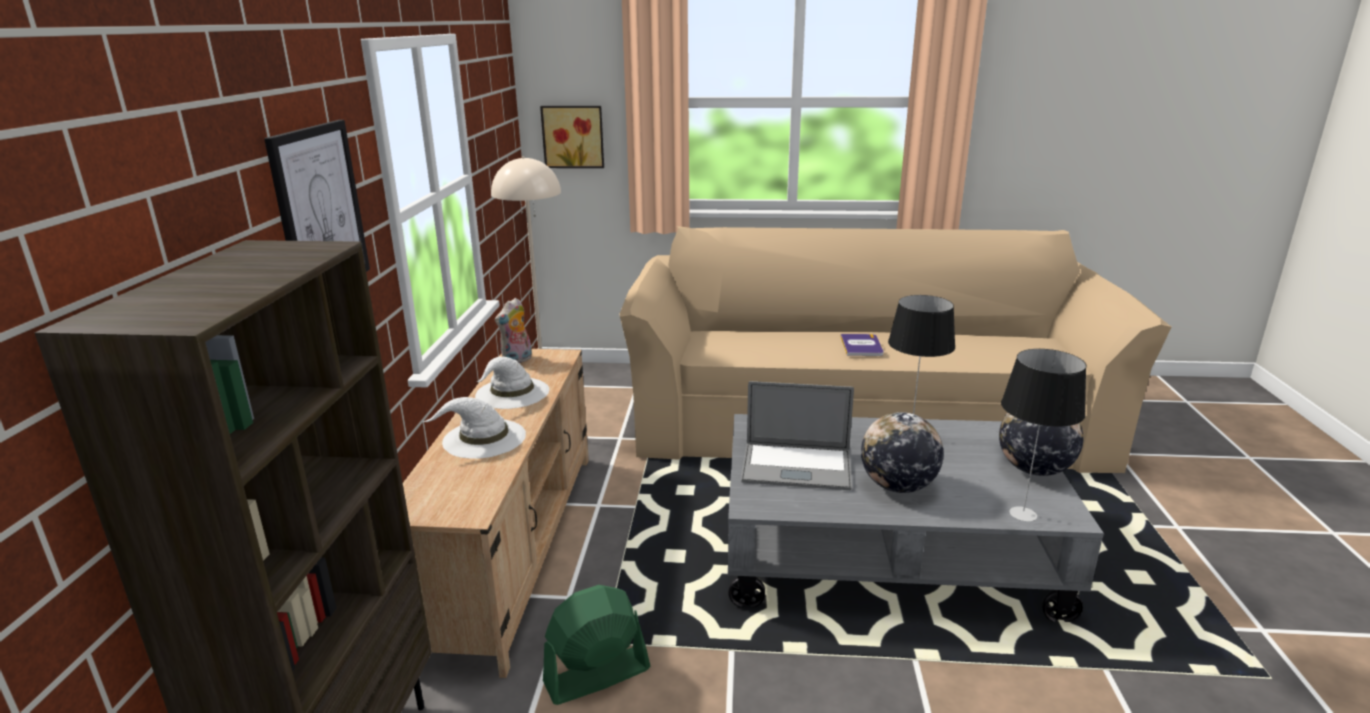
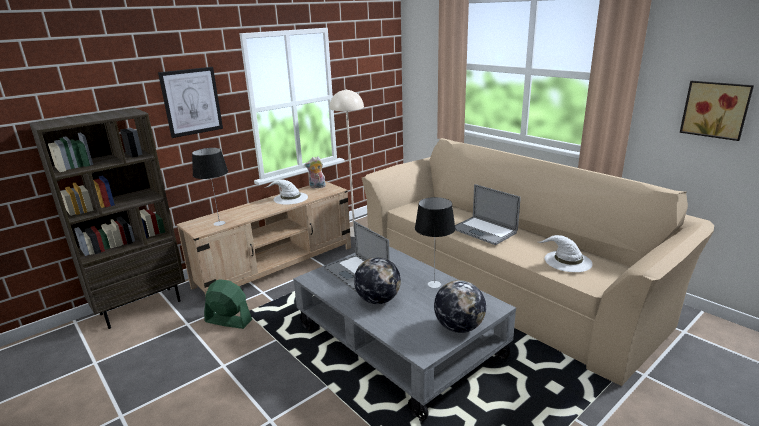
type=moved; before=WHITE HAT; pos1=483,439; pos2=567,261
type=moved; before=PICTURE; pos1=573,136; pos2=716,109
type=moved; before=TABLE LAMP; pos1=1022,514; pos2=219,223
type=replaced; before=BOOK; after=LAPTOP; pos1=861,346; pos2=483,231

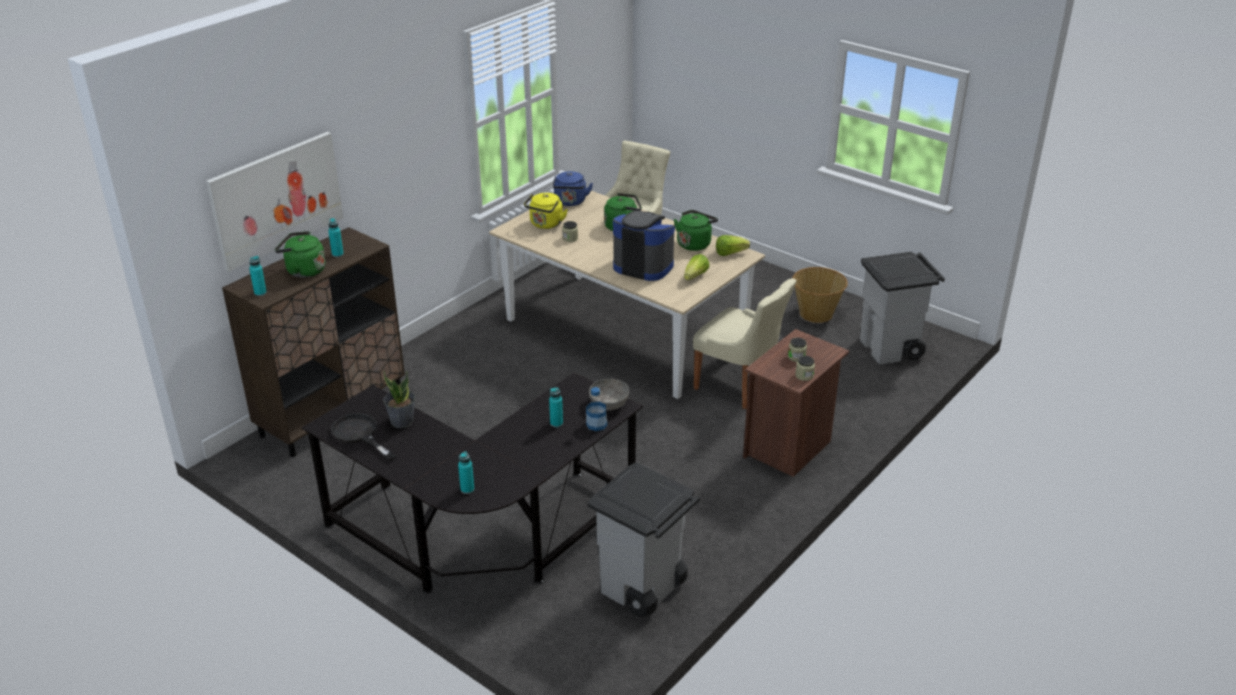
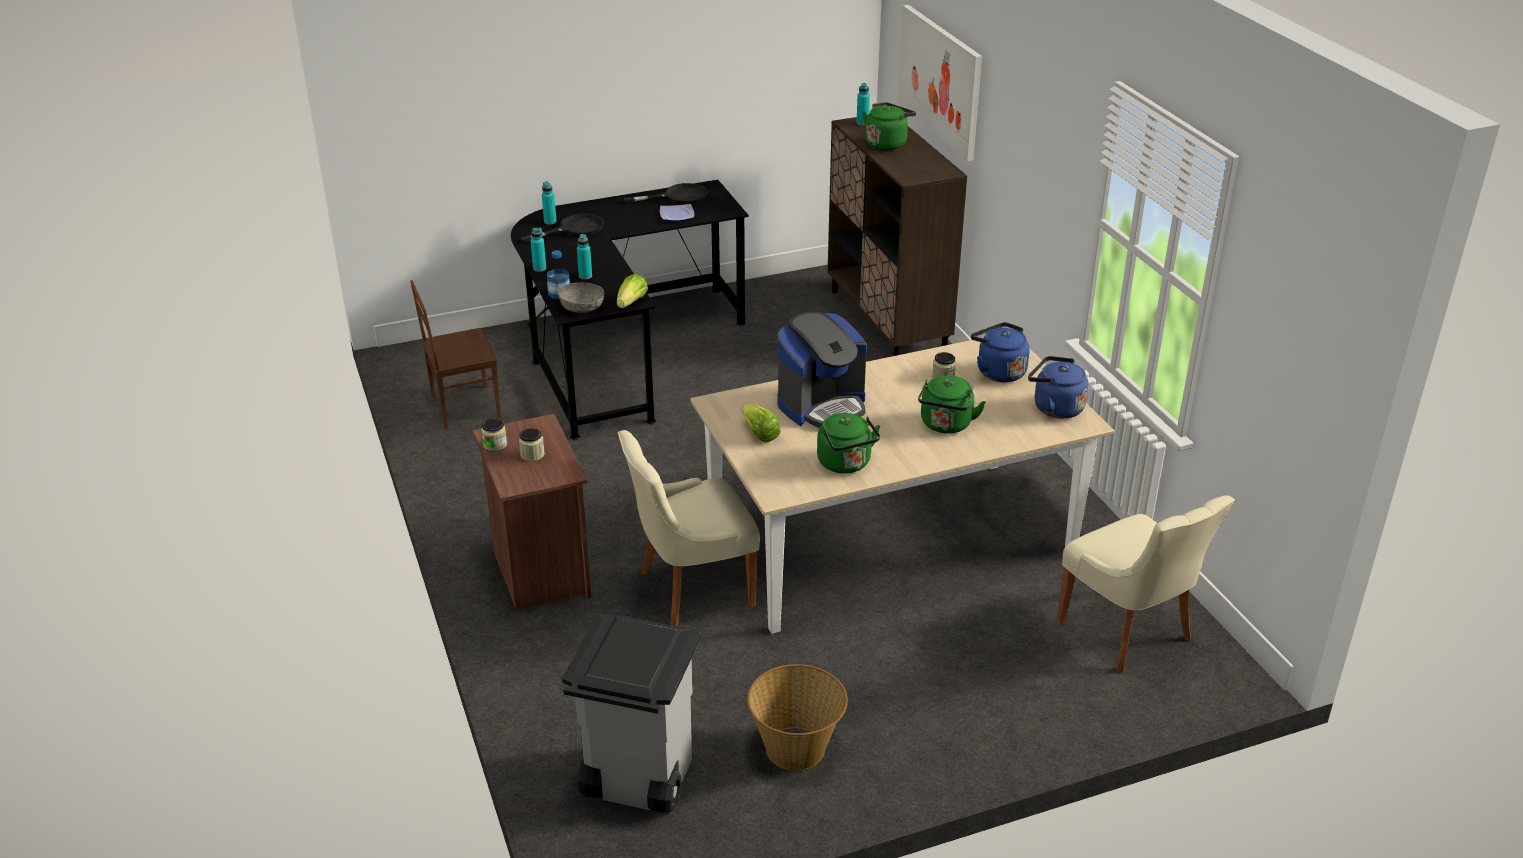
type=added; after=BLACK FRYING PAN; pos2=574,229
type=moved; before=TURQUOISE BOTTLE; pos1=337,254; pos2=539,268
type=moved; before=LETTUCE; pos1=730,253; pos2=631,303
type=replaced; before=POTTED PLANT; after=PLATE; pos1=401,421; pos2=676,215
type=replaced; before=GREY TRASH CAN; after=BROWN CHAIR; pos1=642,589; pos2=464,406
type=recoloured; before=YELLOW KETTLE; after=BLUE KETTLE; pos1=545,224; pos2=998,372

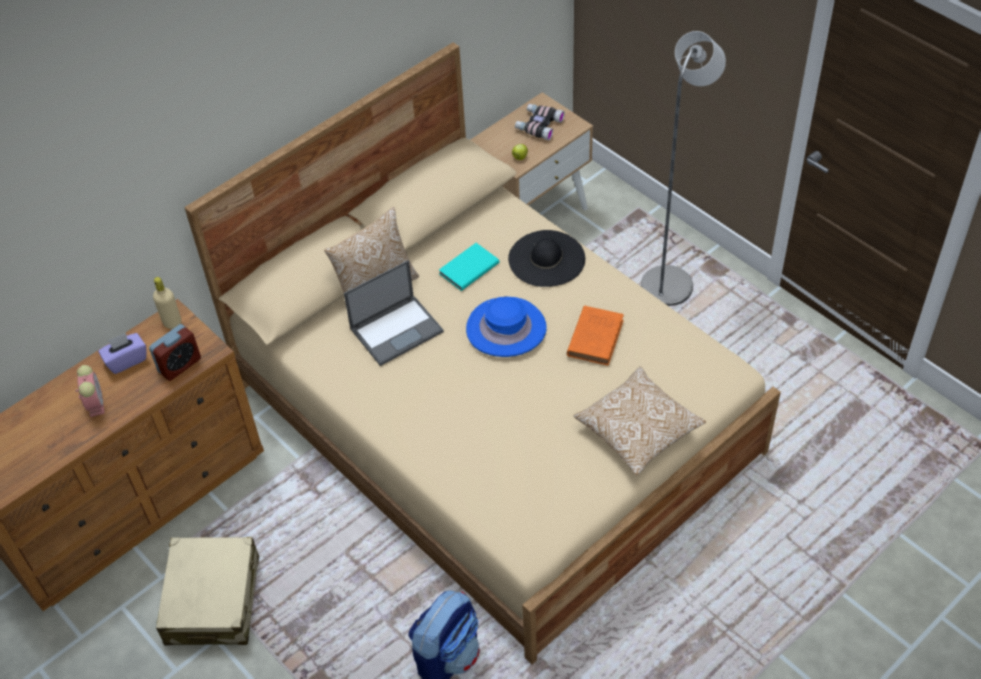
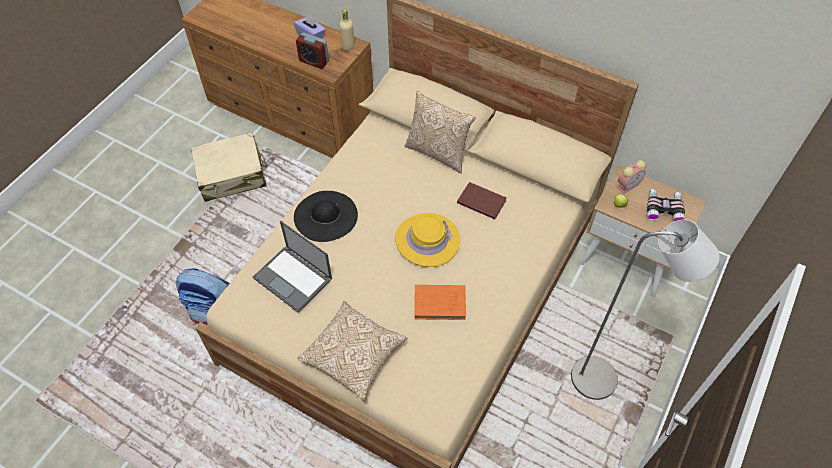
type=moved; before=ALARM CLOCK; pos1=95,403; pos2=628,185
type=moved; before=LAPTOP; pos1=397,329; pos2=293,278
type=moved; before=BLACK HAT; pos1=546,259; pos2=325,216
type=recoloured; before=TURQUOISE BOOK; after=BROWN BOOK; pos1=467,268; pos2=481,201
type=recoloured; before=BLUE HAT; after=YELLOW HAT; pos1=506,329; pos2=427,240

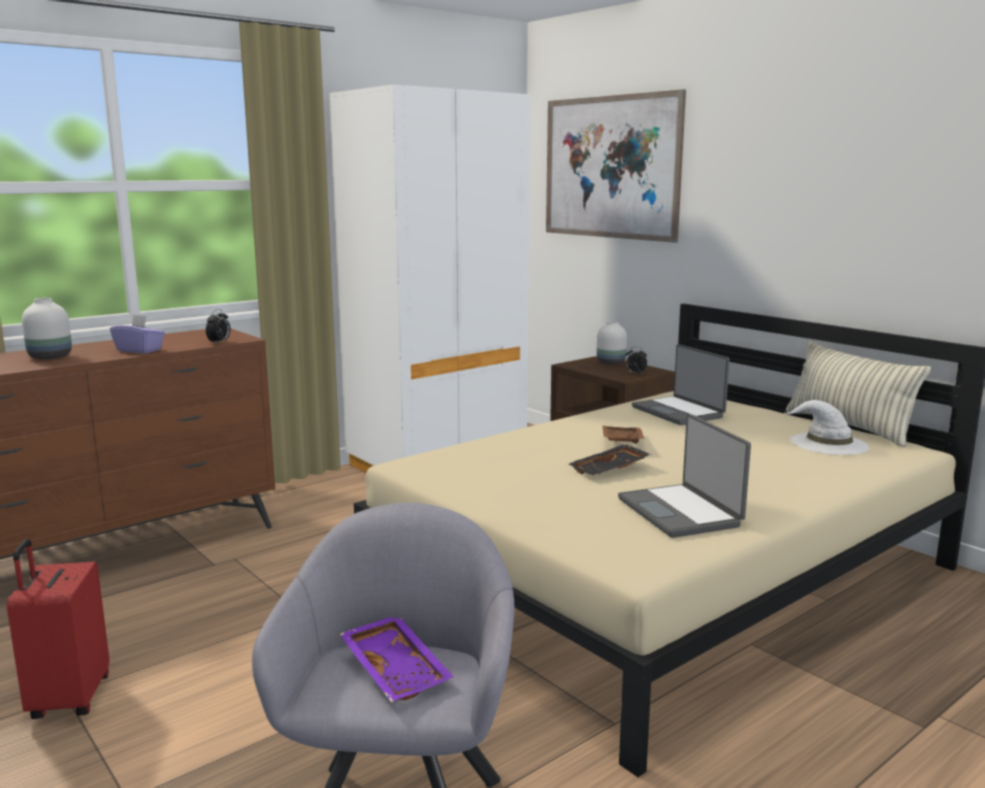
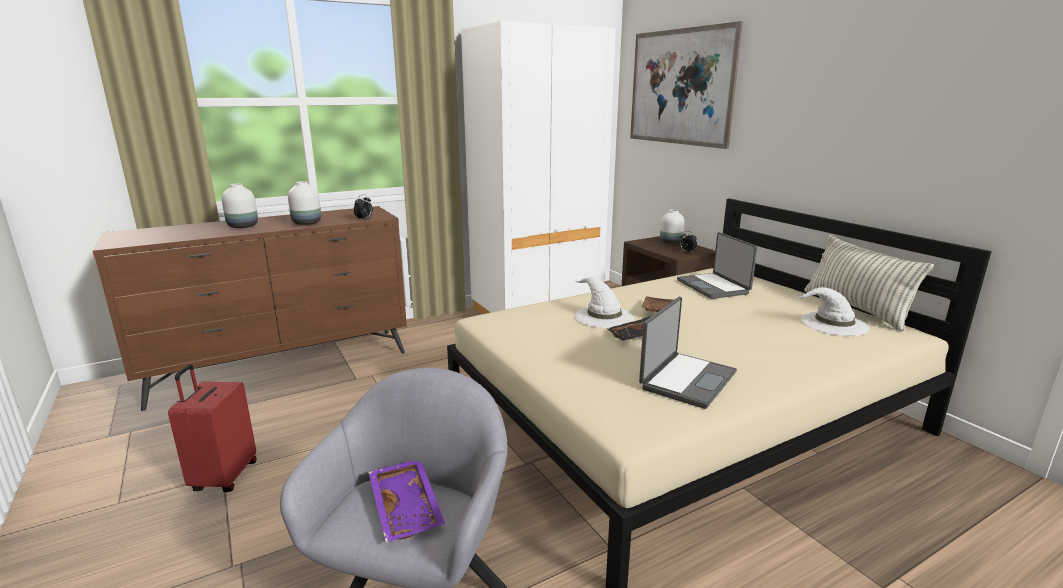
type=added; after=WHITE HAT; pos2=603,316
type=replaced; before=PURPLE TISSUE BOX; after=WHITE VASE; pos1=139,350; pos2=306,223
type=turned; before=LAPTOP; pos1=680,512; pos2=686,380; turn=-135

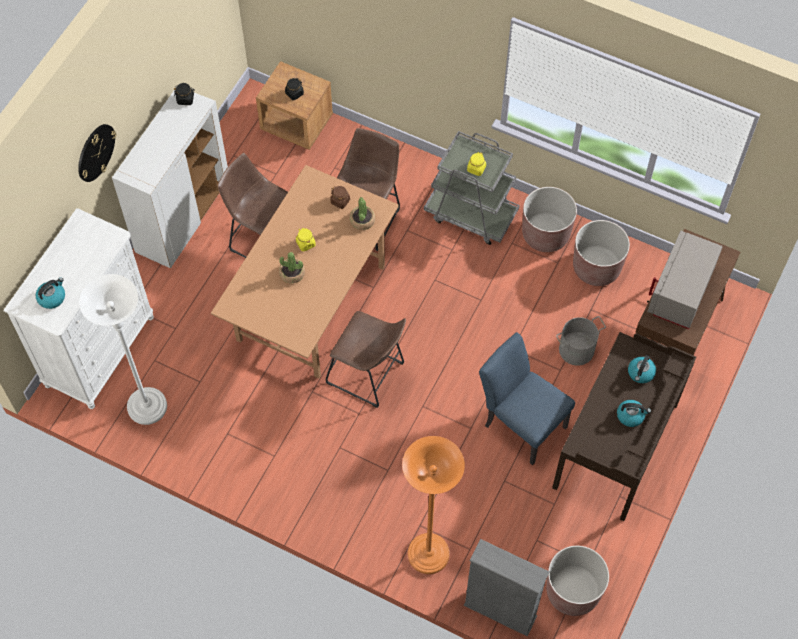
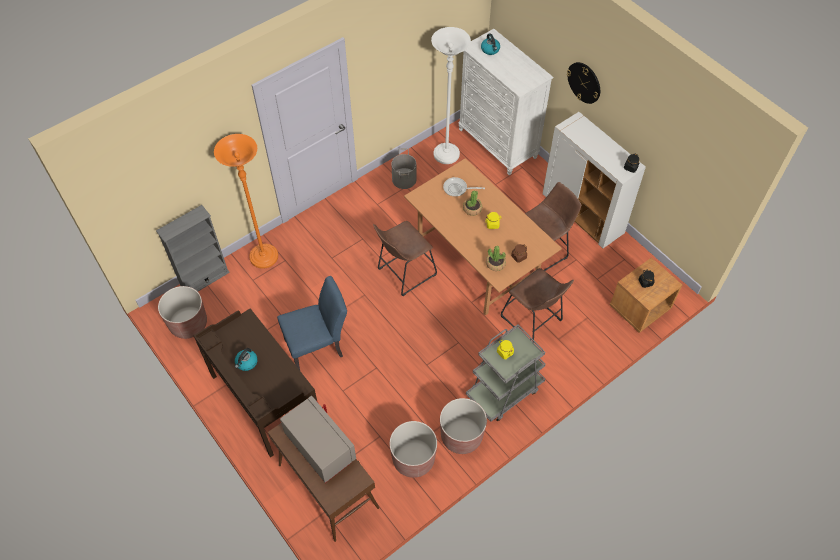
type=removed; before=KETTLE; pos1=640,373
type=added; after=FRYING PAN; pos2=457,189
type=moved; before=GREY BUCKET; pos1=577,350; pos2=403,179

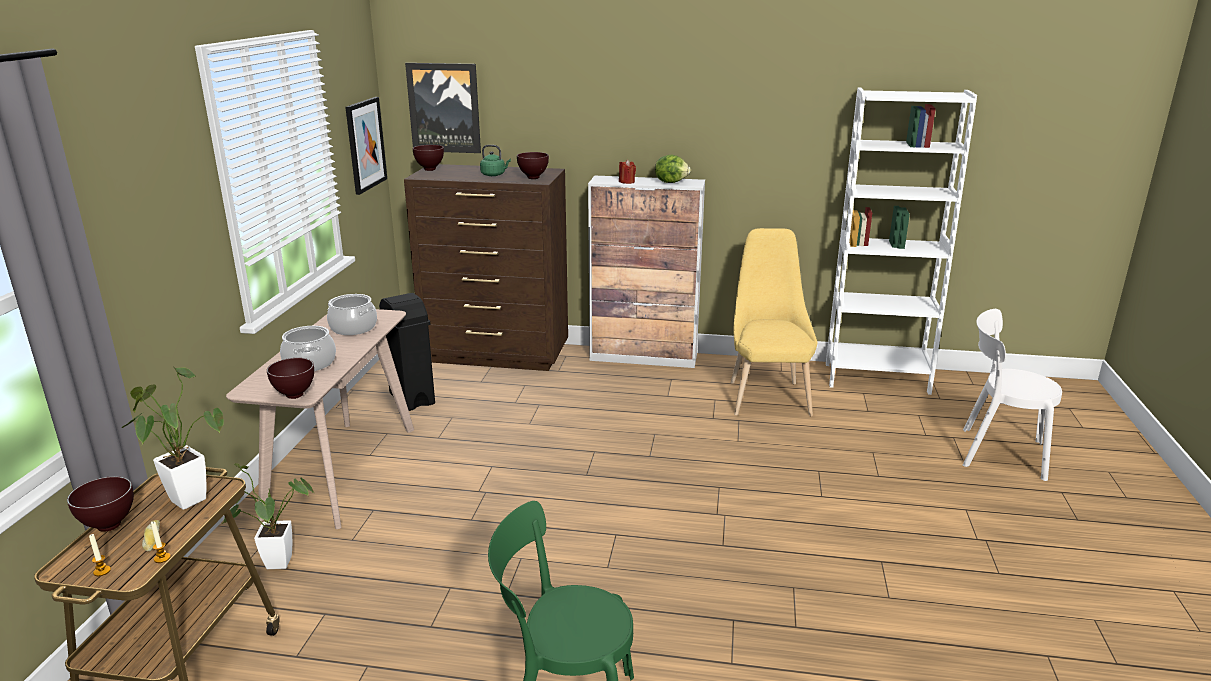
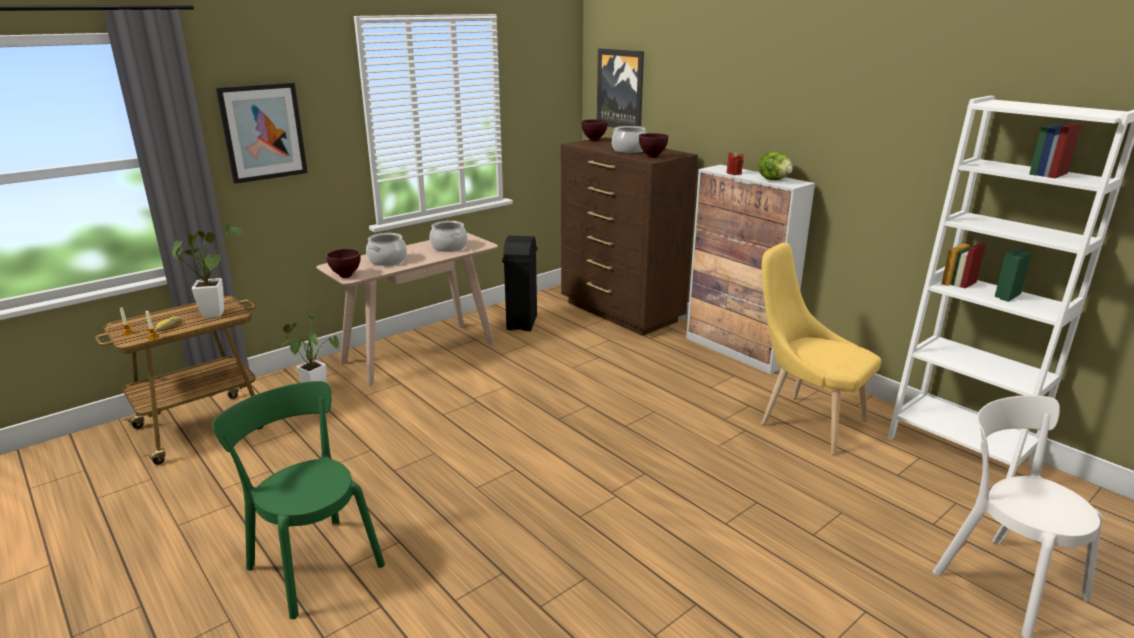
type=removed; before=BROWN BOWL; pos1=110,525
type=moved; before=PICTURE; pos1=365,144; pos2=263,132
type=replaced; before=GREEN KETTLE; after=COOKING POT; pos1=494,175; pos2=629,150
type=turned; before=YELLOW CHAIR; pos1=767,395; pos2=806,421; turn=-90

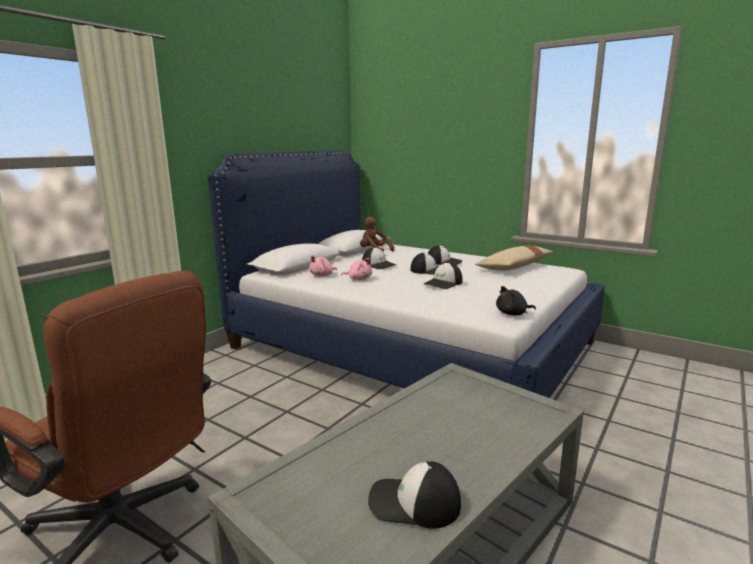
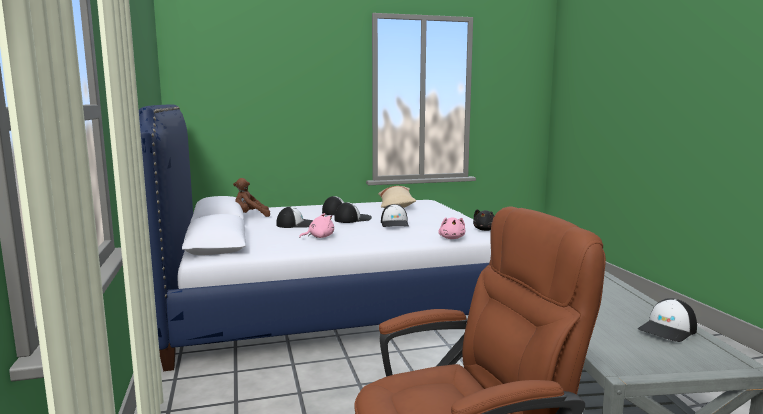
type=moved; before=PINK PLUSH TOY; pos1=322,275; pos2=452,238

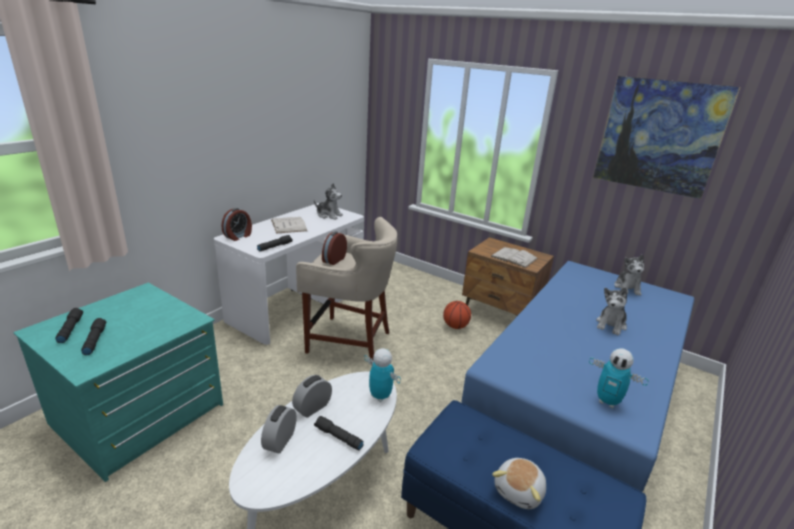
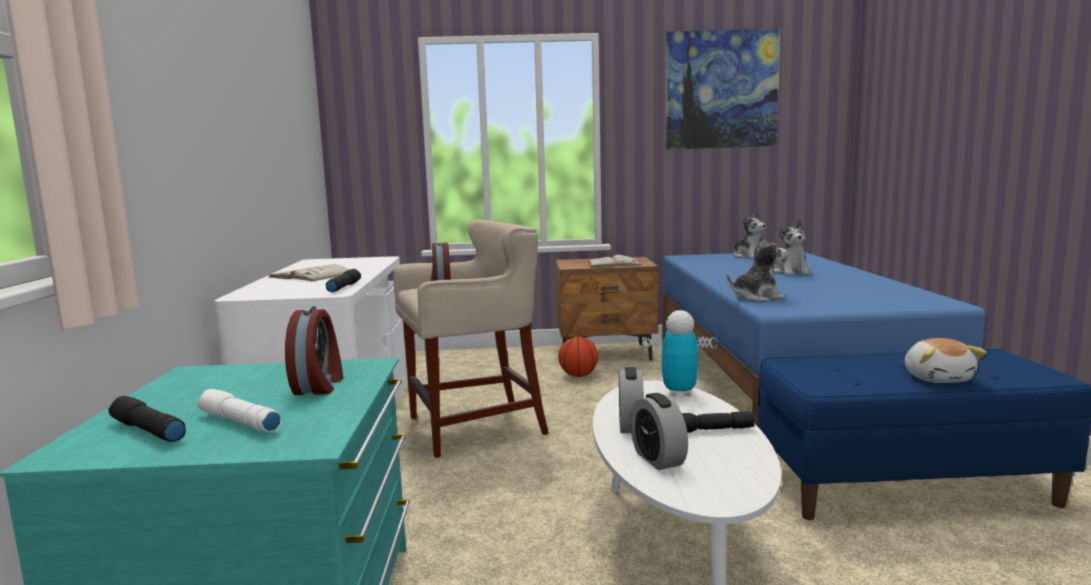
type=removed; before=TOY ROBOT; pos1=607,402
type=moved; before=ALARM CLOCK; pos1=238,236; pos2=319,386
type=moved; before=PLUSH TOY; pos1=329,215; pos2=756,297
type=recoloured; before=BLACK FLASHLIGHT; after=WHITE FLASHLIGHT; pos1=94,340; pos2=238,422

